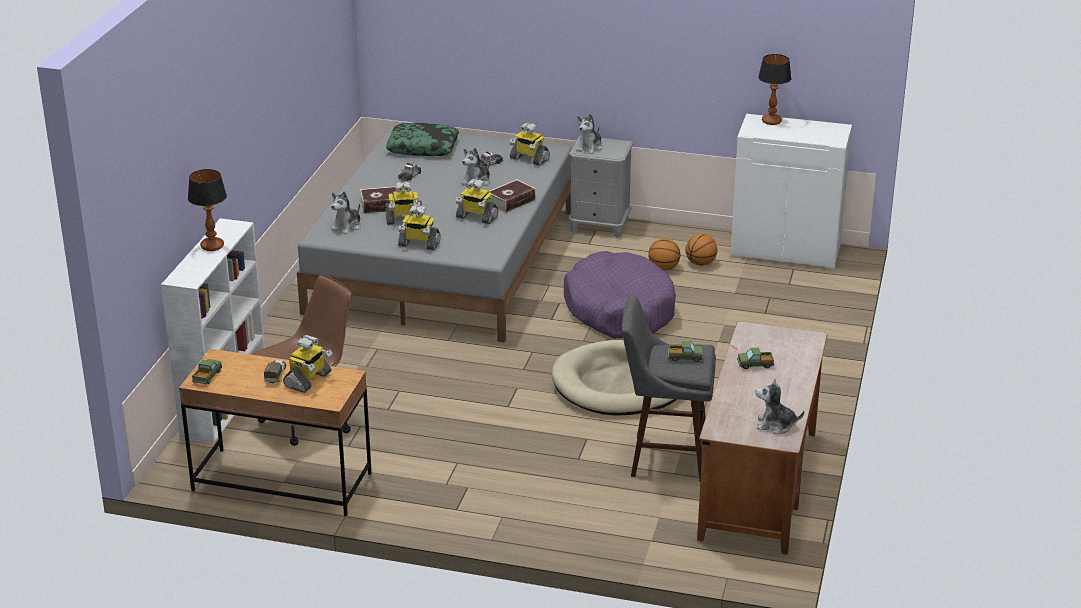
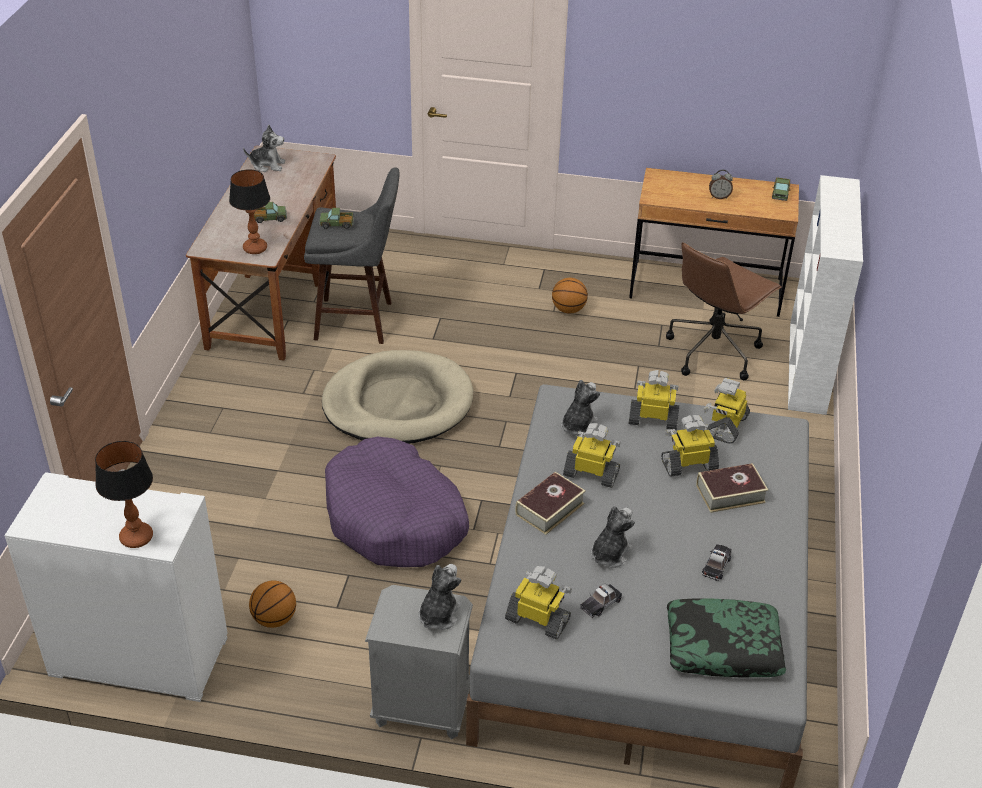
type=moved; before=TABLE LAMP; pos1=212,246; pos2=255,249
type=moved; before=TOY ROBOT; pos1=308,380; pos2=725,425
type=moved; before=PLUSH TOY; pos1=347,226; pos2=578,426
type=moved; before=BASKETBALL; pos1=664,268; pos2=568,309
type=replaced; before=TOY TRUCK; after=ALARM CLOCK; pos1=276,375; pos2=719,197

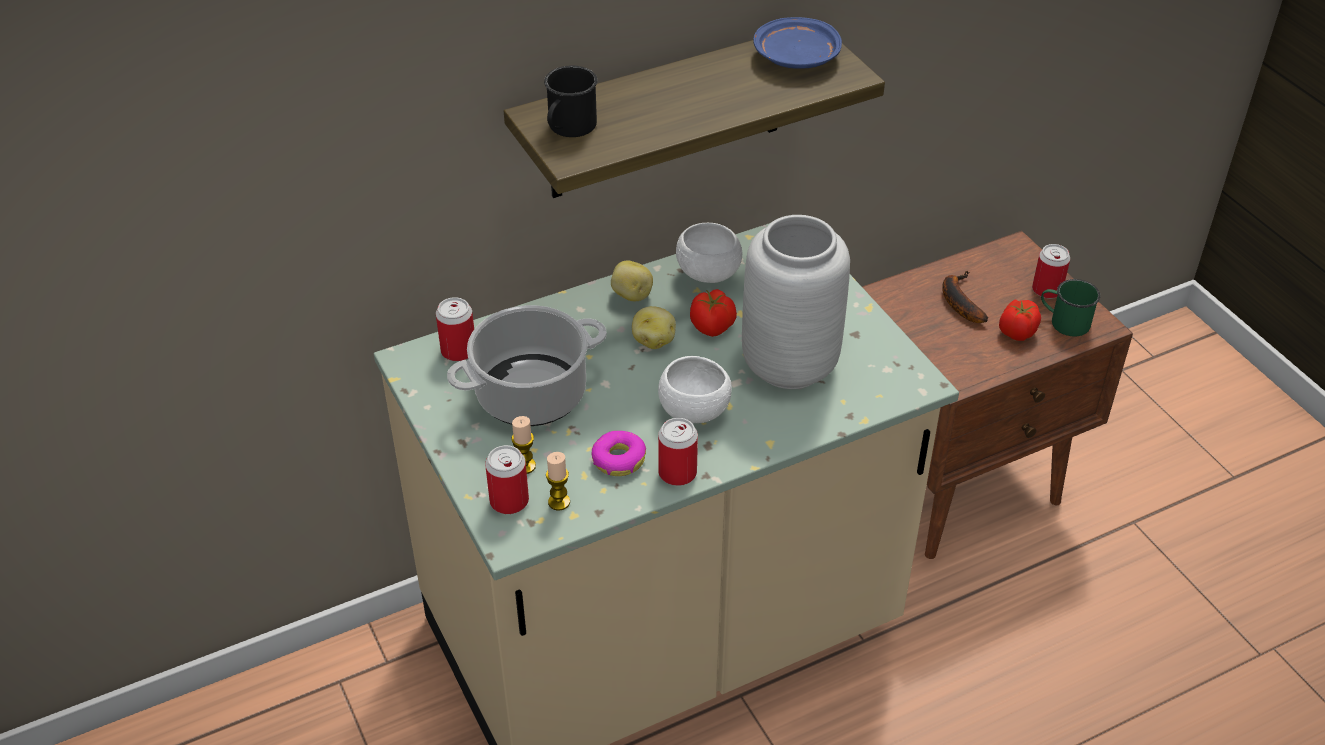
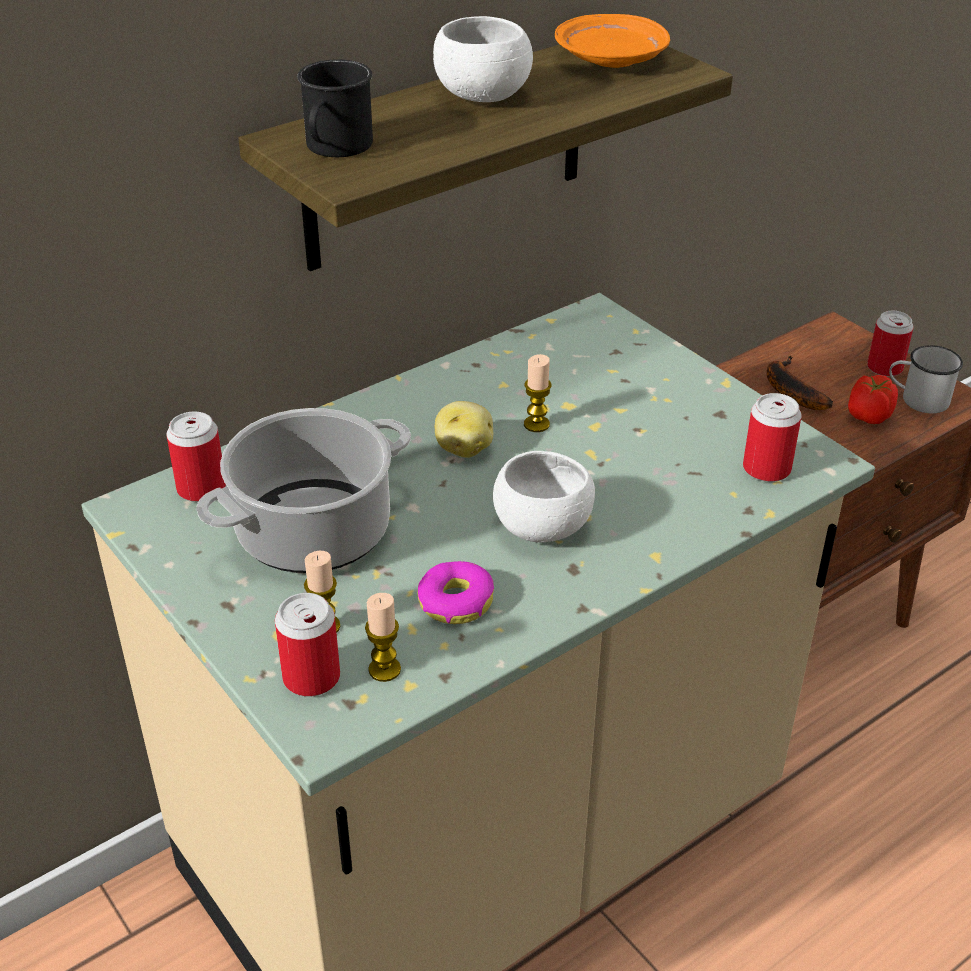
type=removed; before=POTATO; pos1=631,295
type=removed; before=GREY VASE; pos1=791,365
type=moved; before=CAN; pos1=677,473; pos2=766,469
type=moved; before=WHITE BOWL; pos1=708,274; pos2=483,96
type=replaced; before=TOMATO; after=CANDLE; pos1=712,327; pos2=536,424
type=recoloured; before=BLUE PLATE; after=ORANGE PLATE; pos1=796,57; pos2=610,59
type=recoloured; before=GREEN MUG; after=WHITE MUG; pos1=1064,322; pos2=917,399

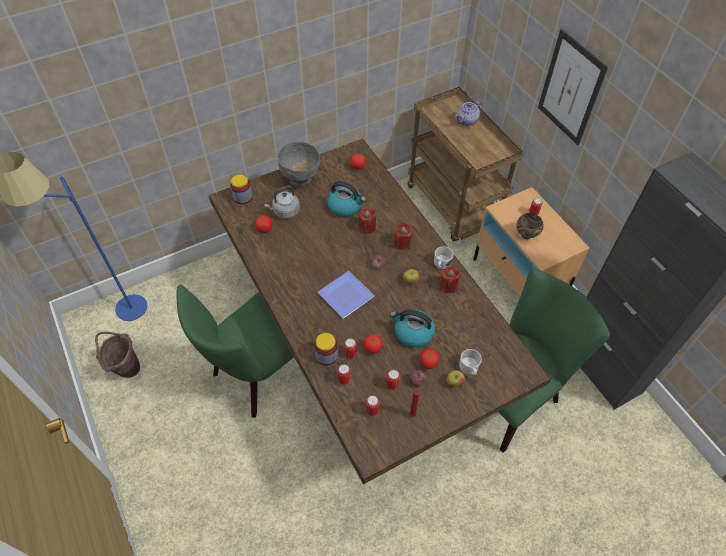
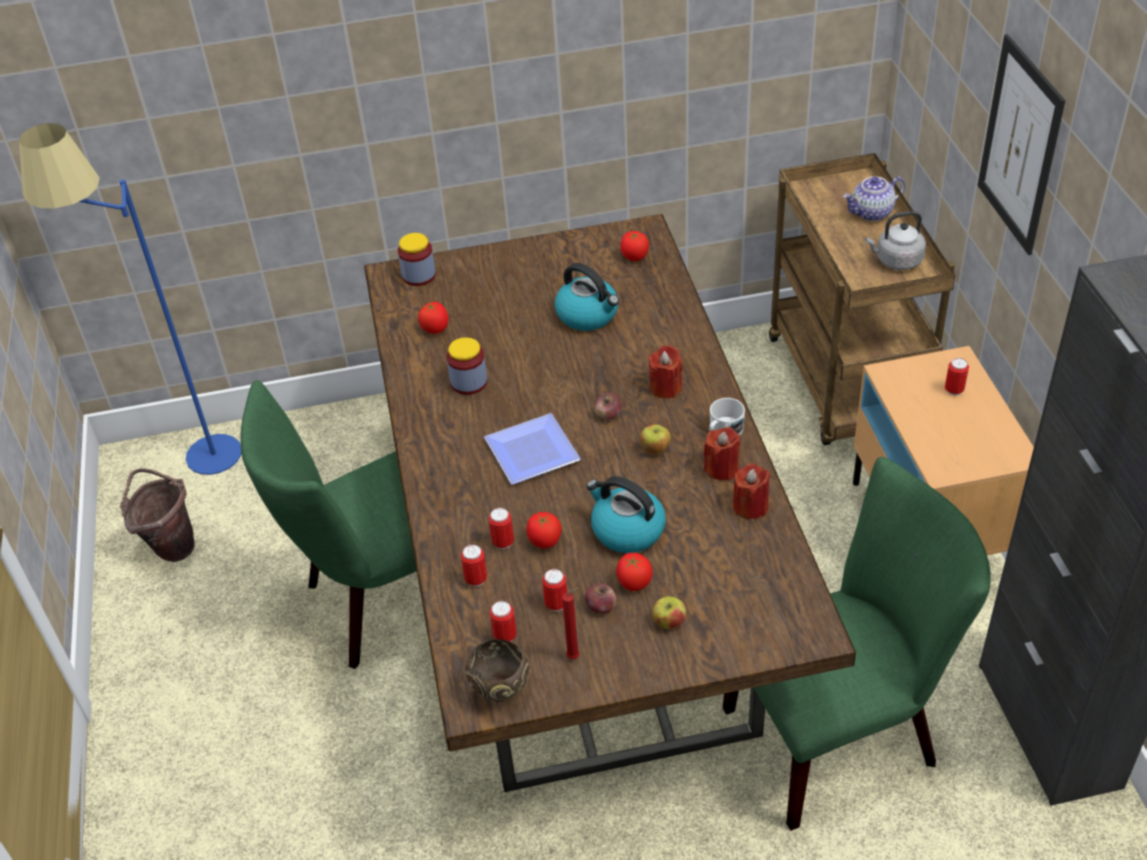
type=removed; before=GREY BOWL; pos1=301,179
type=removed; before=WHITE MUG; pos1=469,368
type=moved; before=GREY KETTLE; pos1=285,212; pos2=896,261
type=moved; before=JAR; pos1=326,355; pos2=469,382
type=moved; before=RED CANDLE; pos1=367,227; pos2=750,506
type=moved; before=BROWN BOWL; pos1=526,235; pos2=501,692

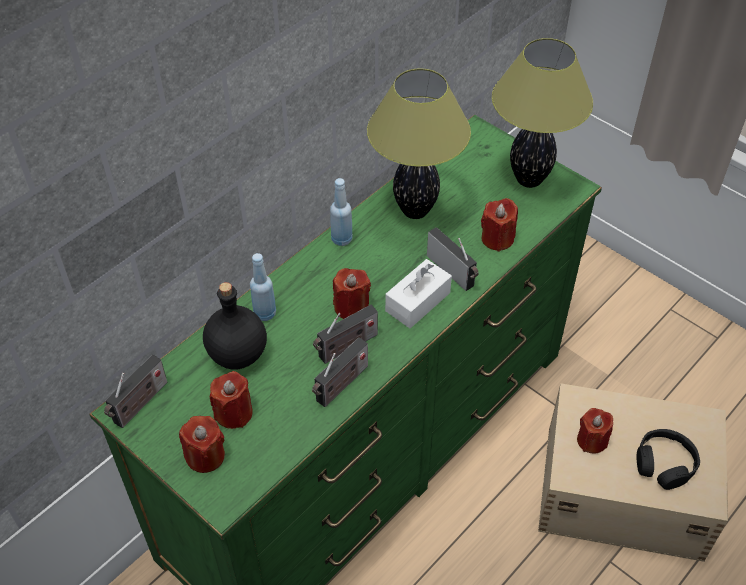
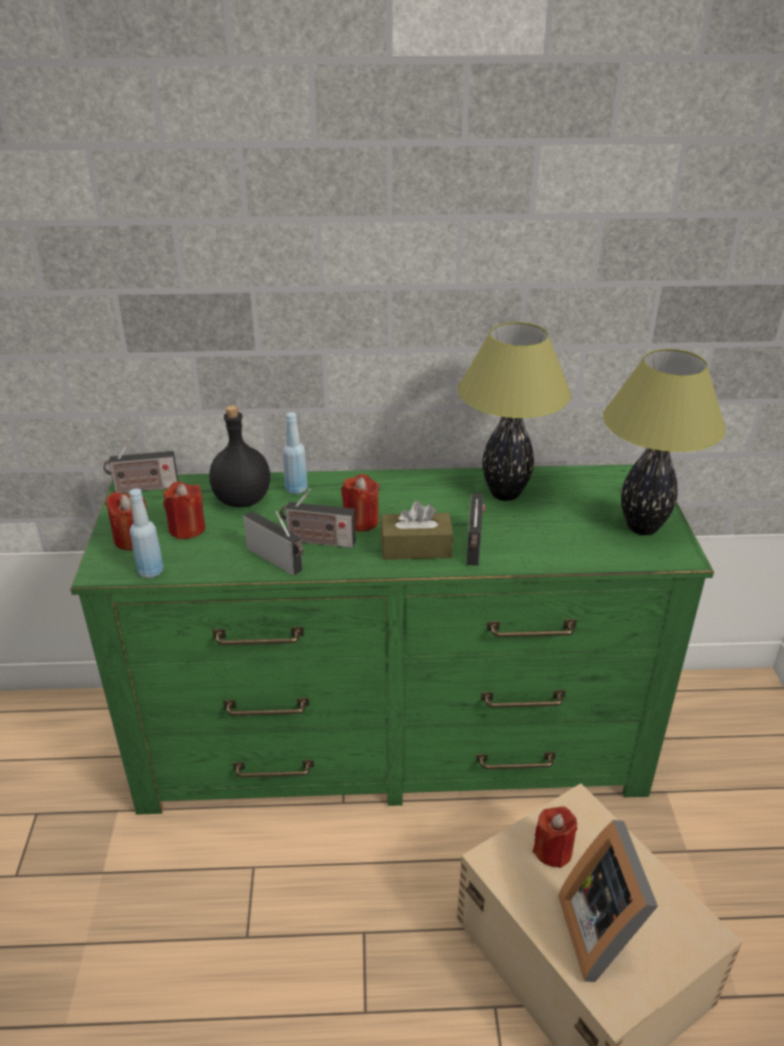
type=removed; before=RED CANDLE; pos1=497,238
type=moved; before=BLUE BOTTLE; pos1=342,239; pos2=151,571
type=replaced; before=BLACK HEADPHONES; after=PICTURE FRAME; pos1=664,464; pos2=605,931
type=recoloured; before=WHITE TISSUE BOX; after=BROWN TISSUE BOX; pos1=417,302; pos2=416,548
type=turned; before=RADIO; pos1=340,386; pos2=277,560; turn=-135

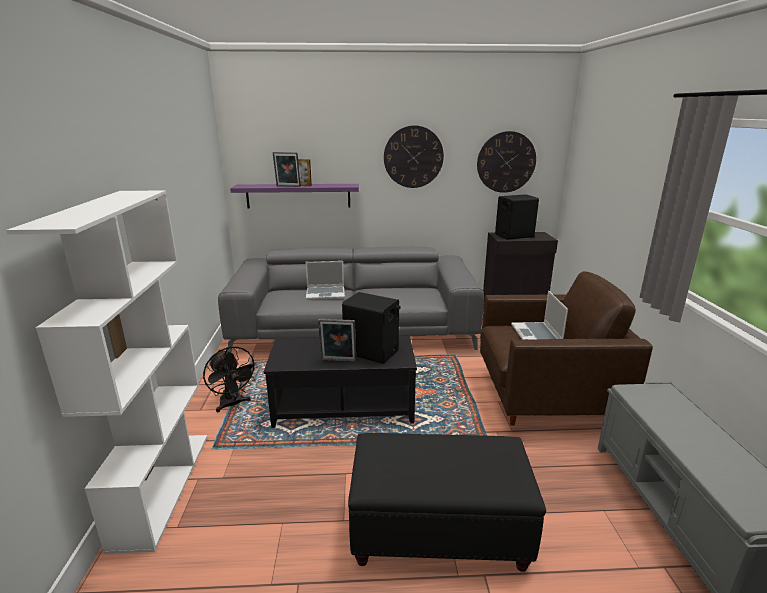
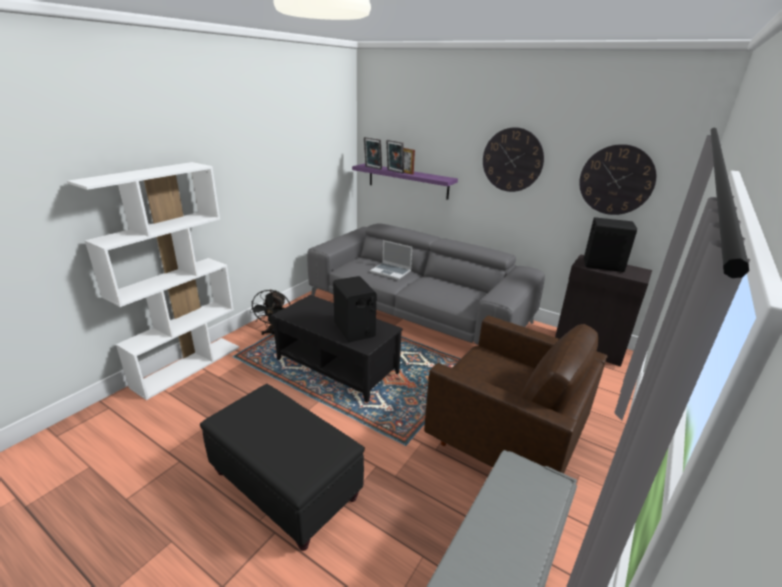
type=removed; before=LAPTOP; pos1=537,335
type=moved; before=PICTURE FRAME; pos1=338,361; pos2=372,168

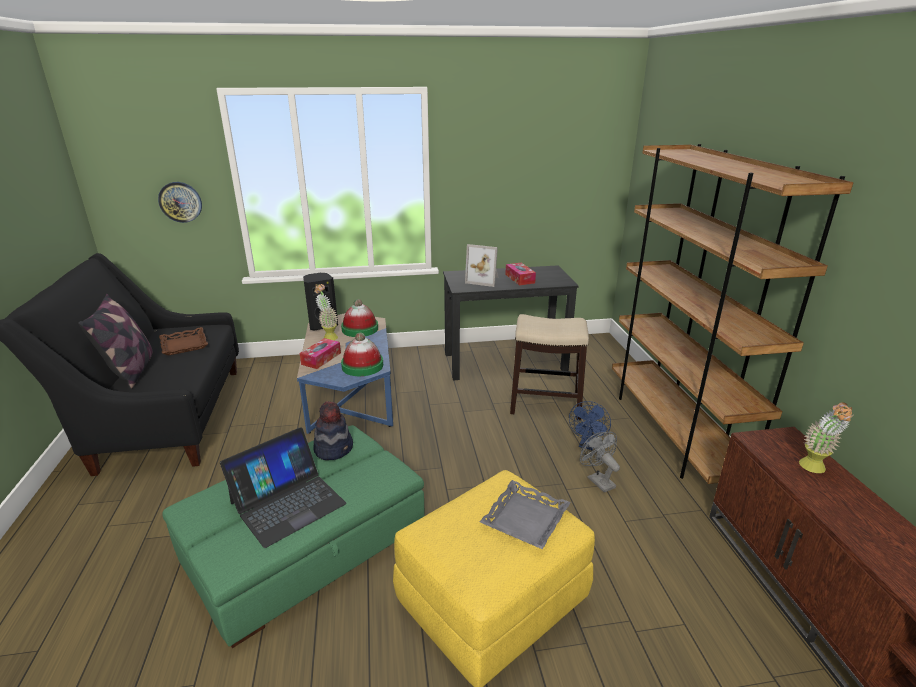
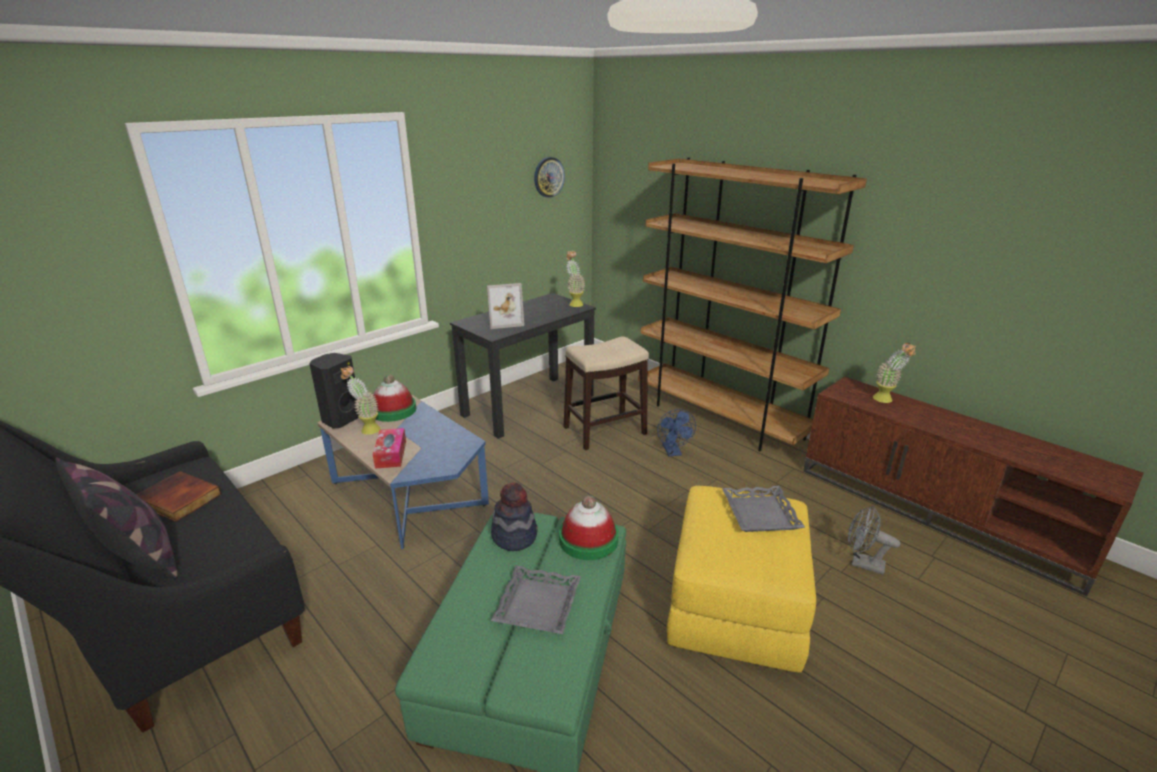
type=removed; before=TISSUE BOX; pos1=520,279
type=added; after=POTTED PLANT; pos2=574,303
type=moved; before=WALL CLOCK; pos1=180,202; pos2=548,177
type=moved; before=HAT; pos1=362,366; pos2=588,539
type=moved; before=GREY FAN; pos1=597,480; pos2=862,563
type=replaced; before=BROWN TRAY; after=BOOK; pos1=184,345; pos2=177,500
type=replaced; before=LAPTOP; after=GREY TRAY; pos1=287,503; pos2=537,604

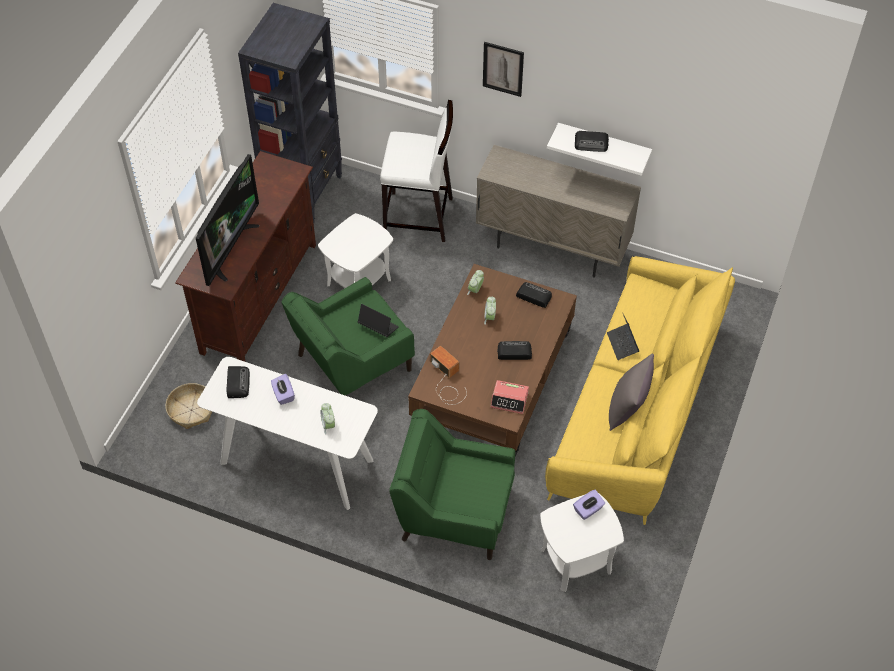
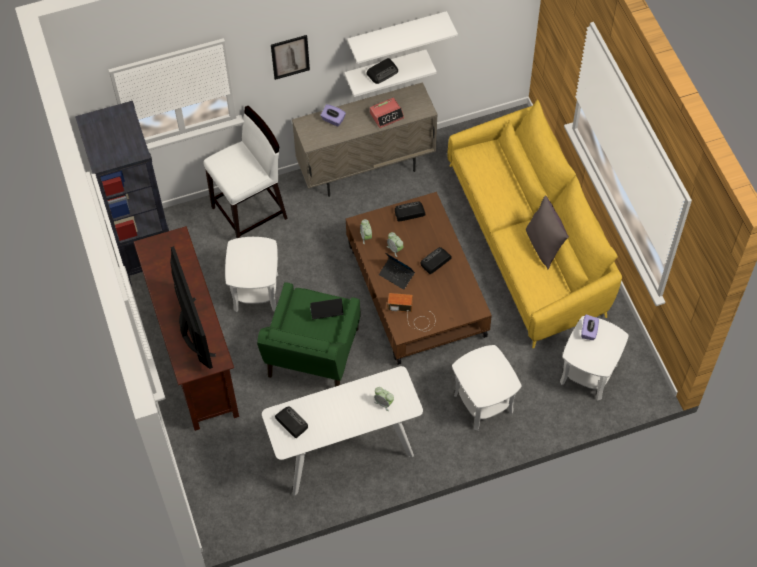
type=removed; before=BASKET; pos1=191,410
type=added; after=WHITE SHELF; pos2=397,34
type=moved; before=PURPLE TISSUE BOX; pos1=283,394; pos2=333,120
type=moved; before=ALARM CLOCK; pos1=509,400; pos2=387,115
type=moved; before=LAPTOP; pos1=622,344; pos2=396,275
type=replaced; before=GREEN ARMCHAIR; after=WHITE SIDE TABLE; pos1=453,512; pos2=483,403

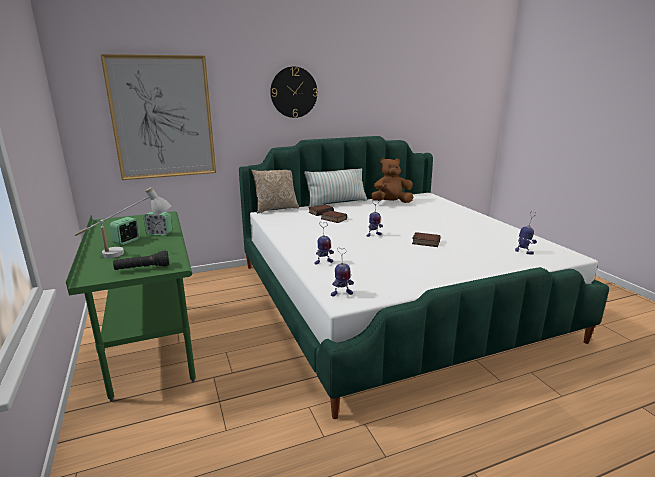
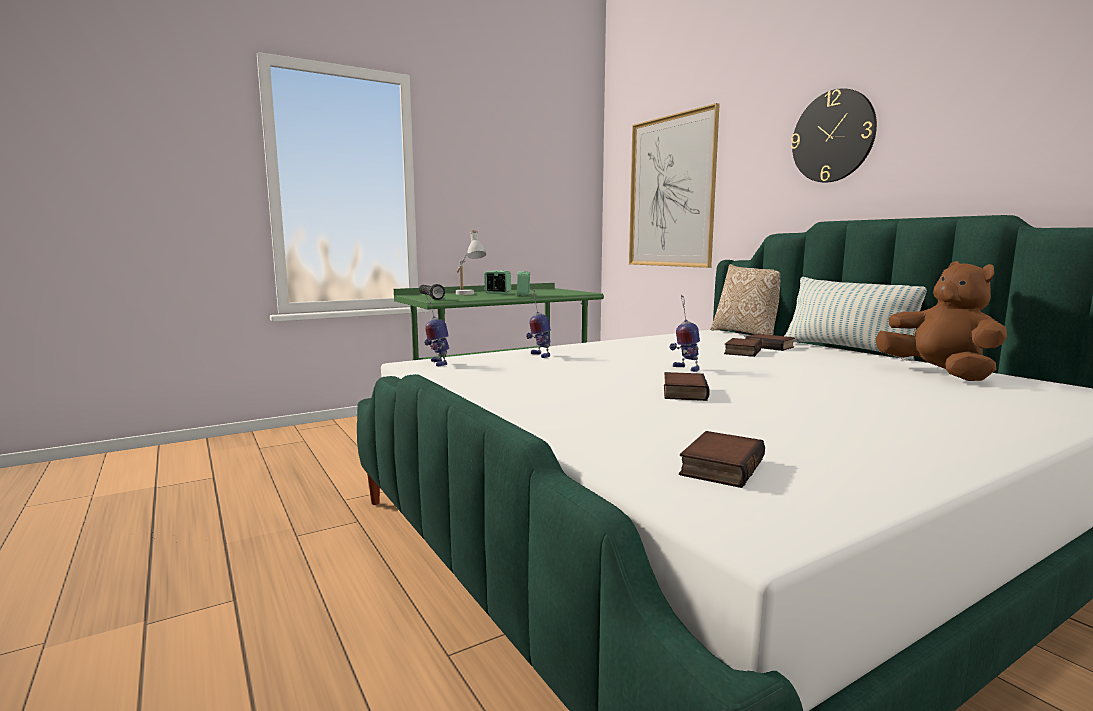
type=replaced; before=TOY ROBOT; after=BOOK; pos1=524,252; pos2=719,466

